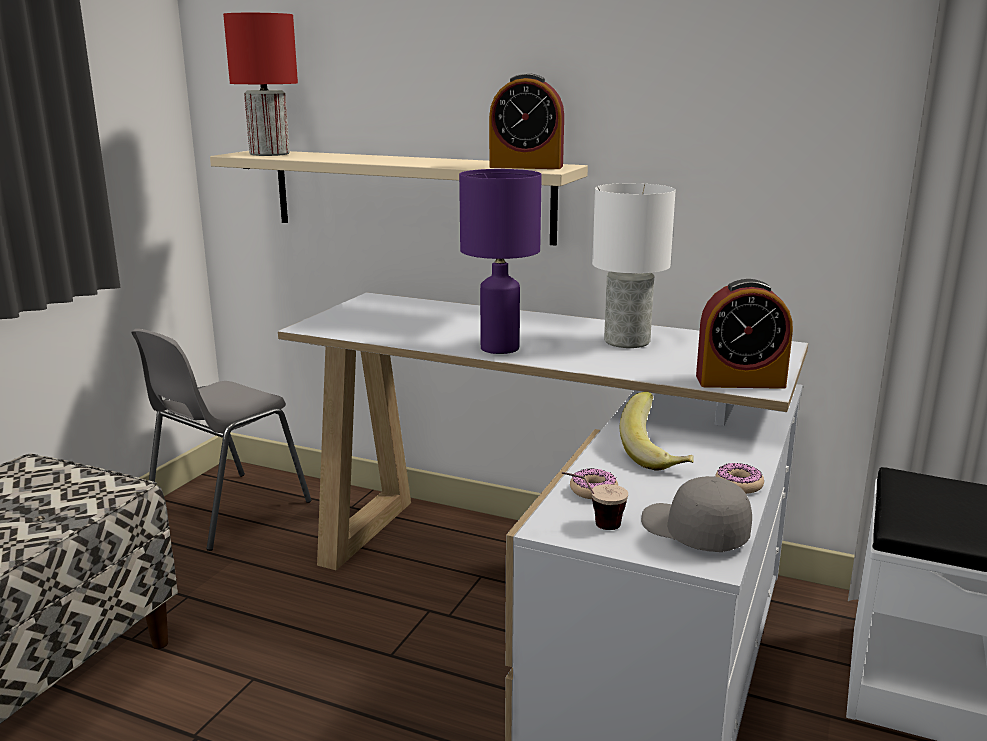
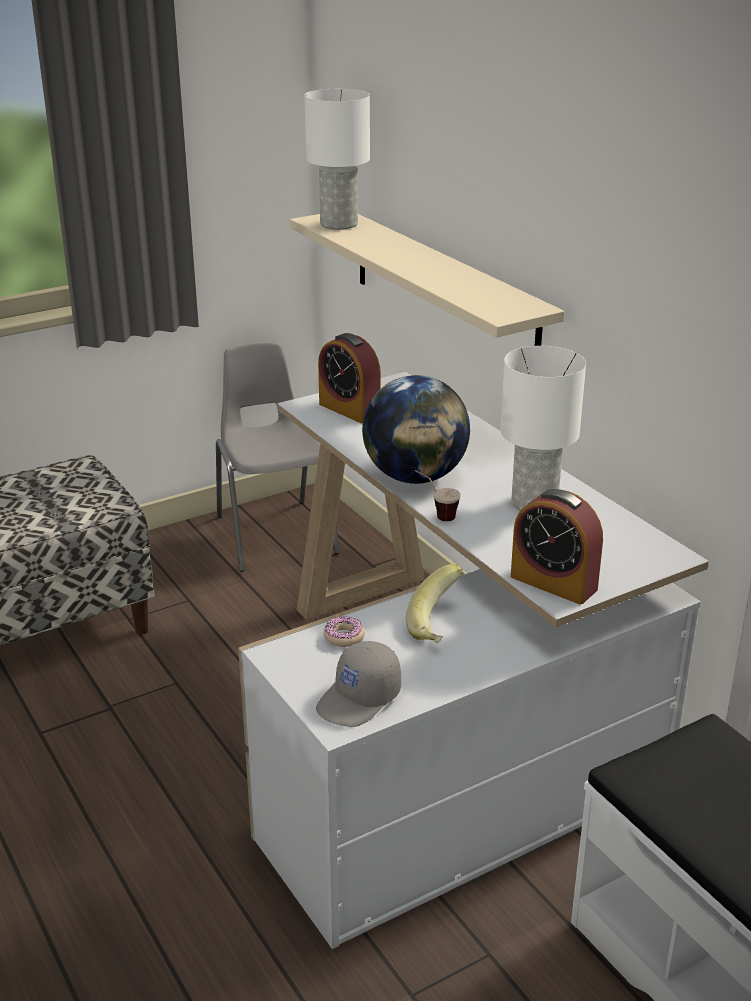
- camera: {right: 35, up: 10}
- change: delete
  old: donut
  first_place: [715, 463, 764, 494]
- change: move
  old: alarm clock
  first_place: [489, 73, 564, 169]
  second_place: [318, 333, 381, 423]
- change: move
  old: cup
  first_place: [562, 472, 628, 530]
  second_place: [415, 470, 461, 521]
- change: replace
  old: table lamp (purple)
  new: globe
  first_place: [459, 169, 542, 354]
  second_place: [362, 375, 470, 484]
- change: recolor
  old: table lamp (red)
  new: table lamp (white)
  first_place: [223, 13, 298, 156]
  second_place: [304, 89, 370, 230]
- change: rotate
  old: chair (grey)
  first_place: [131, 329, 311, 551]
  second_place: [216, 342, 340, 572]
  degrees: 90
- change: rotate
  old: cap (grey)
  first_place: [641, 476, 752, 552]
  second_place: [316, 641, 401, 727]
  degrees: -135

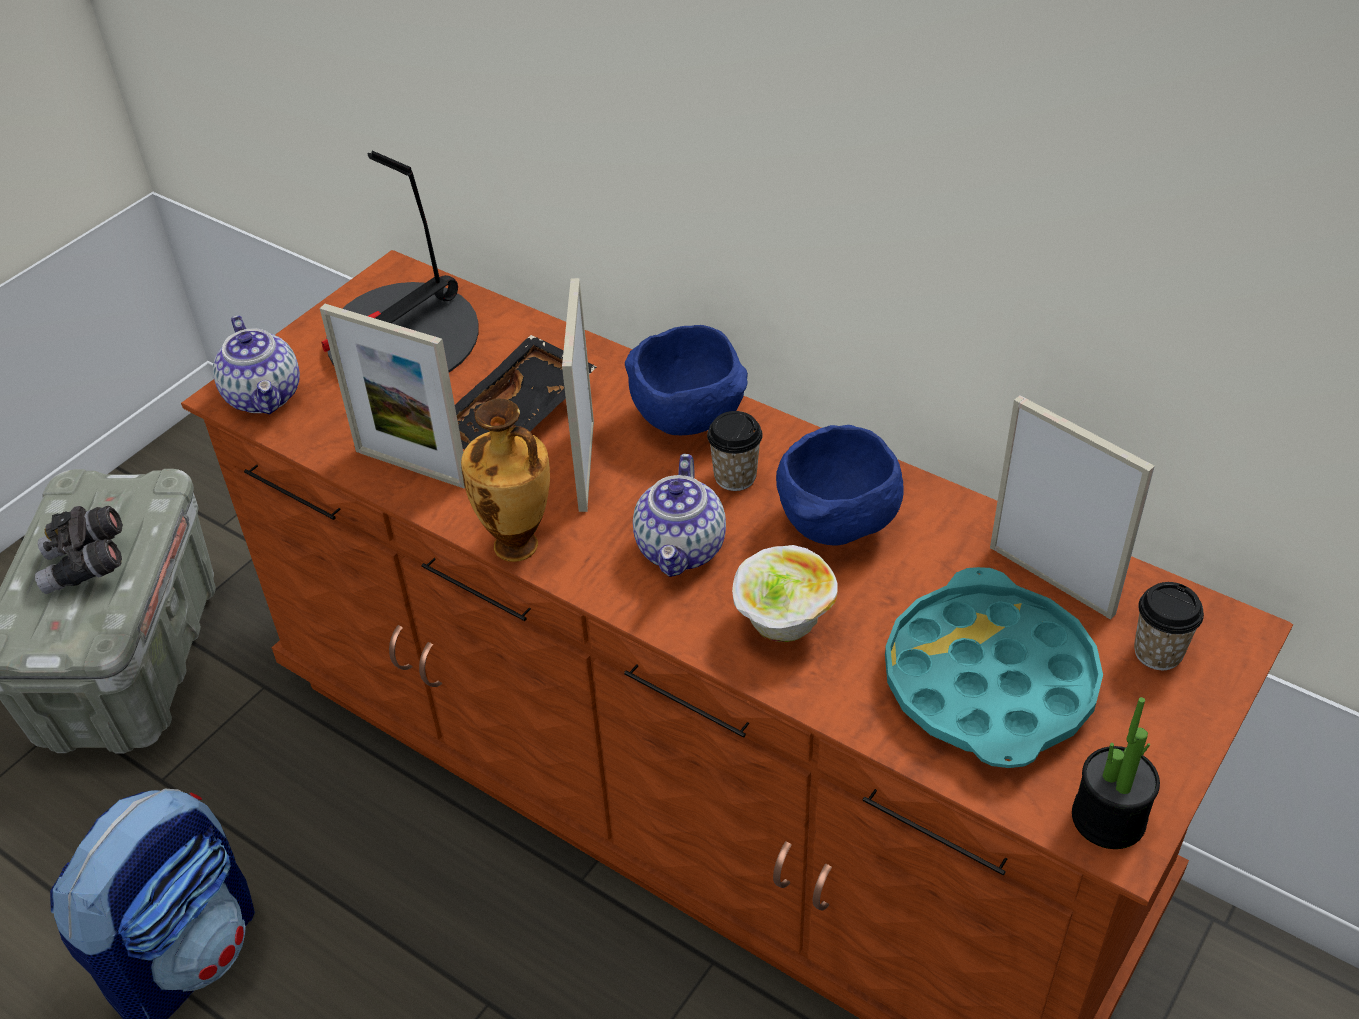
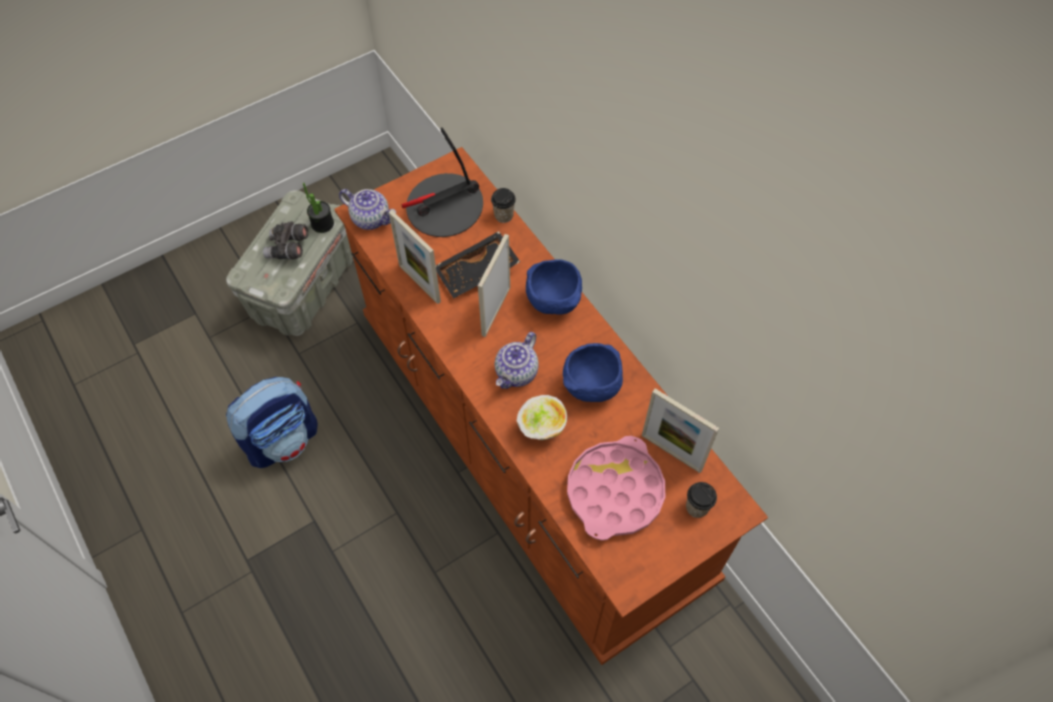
- camera: {right: 20, up: 15}
- change: delete
  old: vase
  first_place: [461, 399, 550, 562]
- change: move
  old: cup
  first_place: [707, 411, 763, 491]
  second_place: [491, 188, 516, 223]
- change: move
  old: potted plant
  first_place: [1072, 697, 1160, 849]
  second_place: [303, 183, 334, 233]
- change: recolor
  old: tray (turquoise)
  new: tray (pink)
  first_place: [885, 567, 1103, 768]
  second_place: [567, 436, 665, 540]
- change: rotate
  old: teapot
  first_place: [213, 315, 300, 414]
  second_place: [339, 189, 396, 230]
  degrees: -60
- change: rotate
  old: picture frame
  first_place: [990, 395, 1155, 620]
  second_place: [642, 389, 719, 473]
  degrees: 150

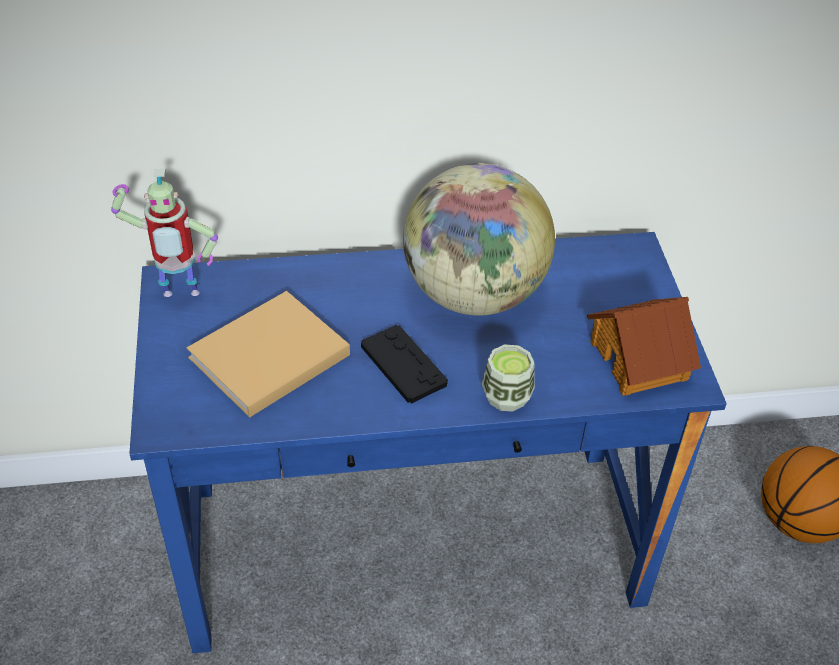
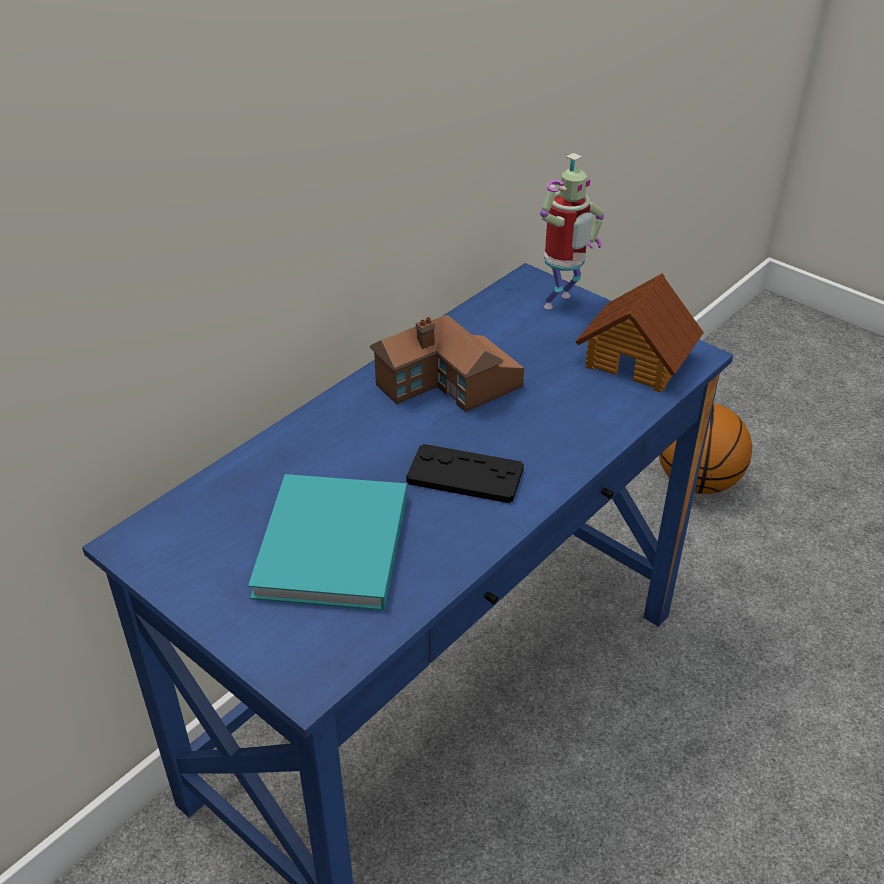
- camera: {right: -40, up: -5}
- change: delete
  old: cup
  first_place: [482, 344, 535, 412]
- change: move
  old: toy robot
  first_place: [111, 169, 218, 297]
  second_place: [540, 153, 604, 309]
- change: replace
  old: globe
  new: toy house
  first_place: [403, 163, 555, 316]
  second_place: [370, 315, 524, 412]
- change: recolor
  old: book (beige)
  new: book (turquoise)
  first_place: [187, 291, 350, 417]
  second_place: [248, 474, 407, 611]

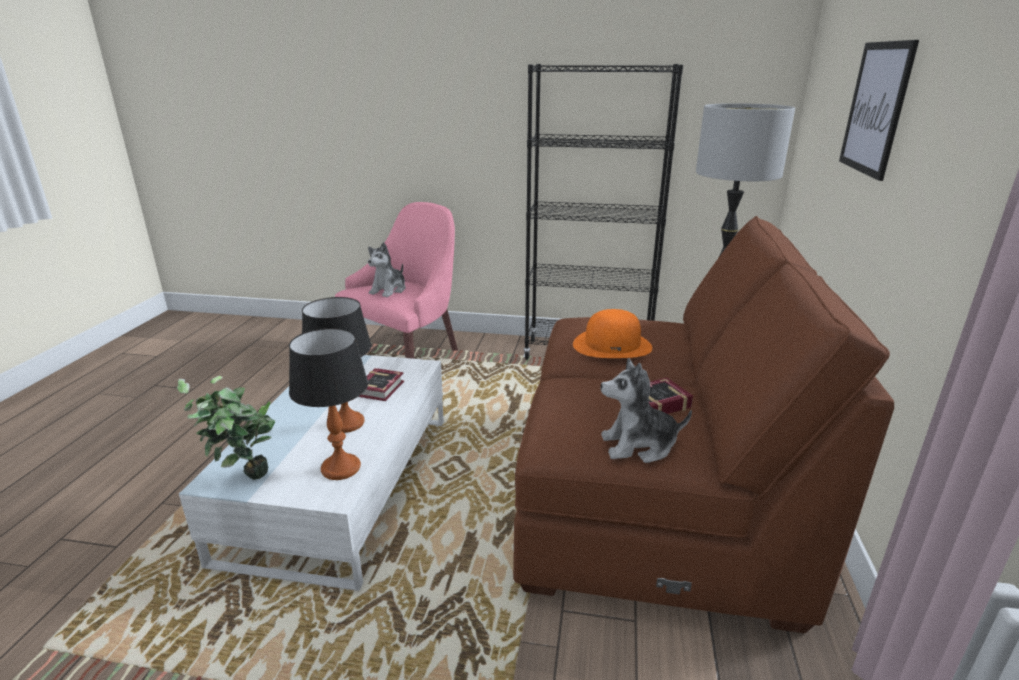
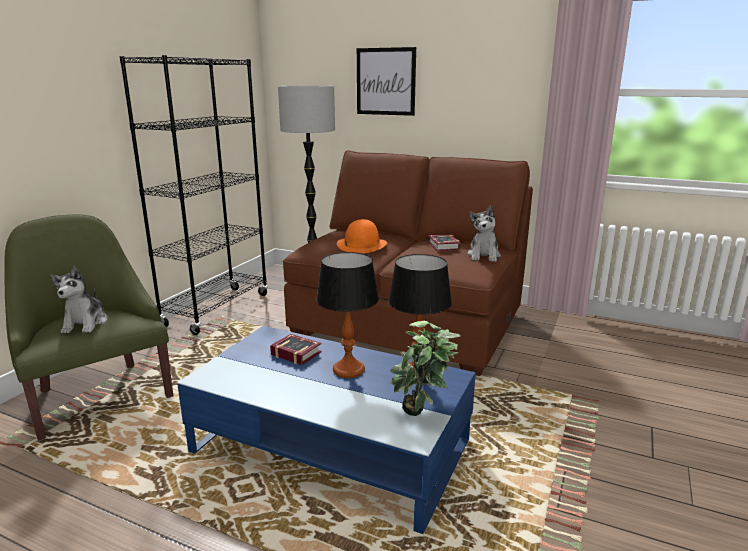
- camera: {right: -75, up: -5}
- change: recolor
  old: coffee table (white)
  new: coffee table (blue)
  first_place: [179, 355, 444, 591]
  second_place: [177, 326, 476, 534]
- change: recolor
  old: armchair (pink)
  new: armchair (green)
  first_place: [335, 202, 458, 359]
  second_place: [4, 215, 173, 441]
- change: rotate
  old: plush toy
  first_place: [368, 242, 406, 297]
  second_place: [50, 266, 107, 333]
  degrees: 45

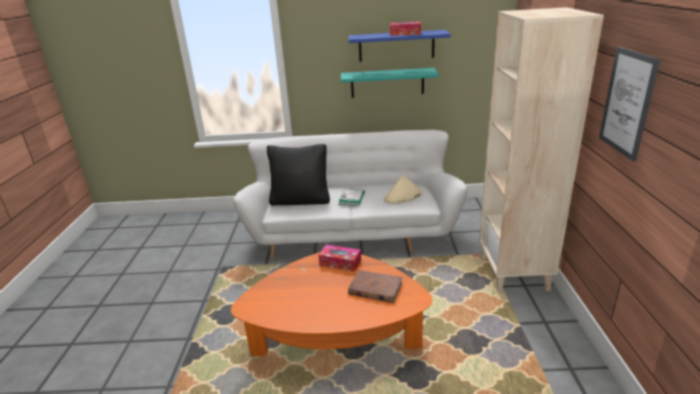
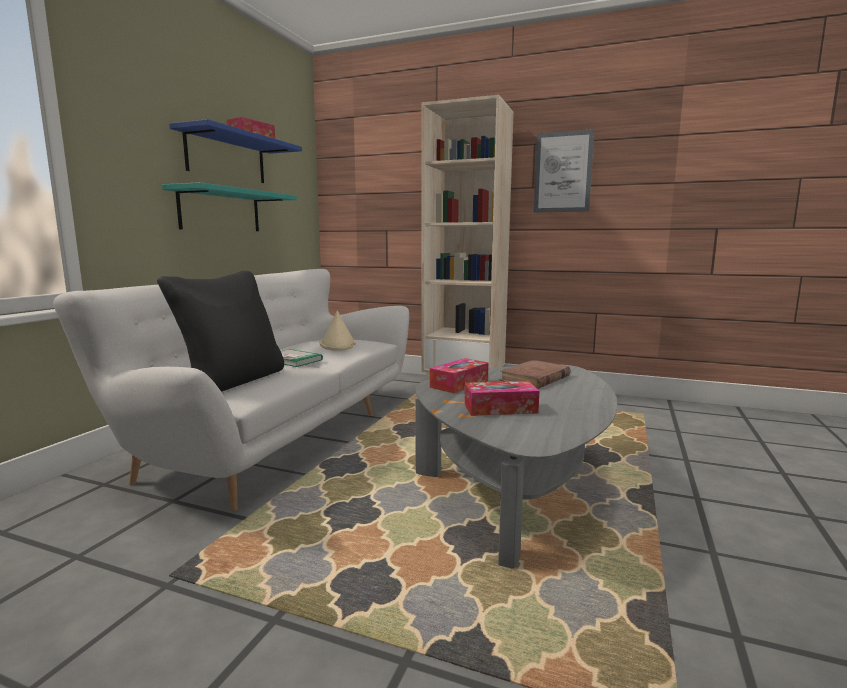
- camera: {right: -70, up: -15}
- change: insert
  new: tissue box
  second_place: [464, 381, 539, 416]
- change: recolor
  old: coffee table (orange)
  new: coffee table (grey)
  first_place: [231, 252, 432, 356]
  second_place: [415, 365, 617, 569]

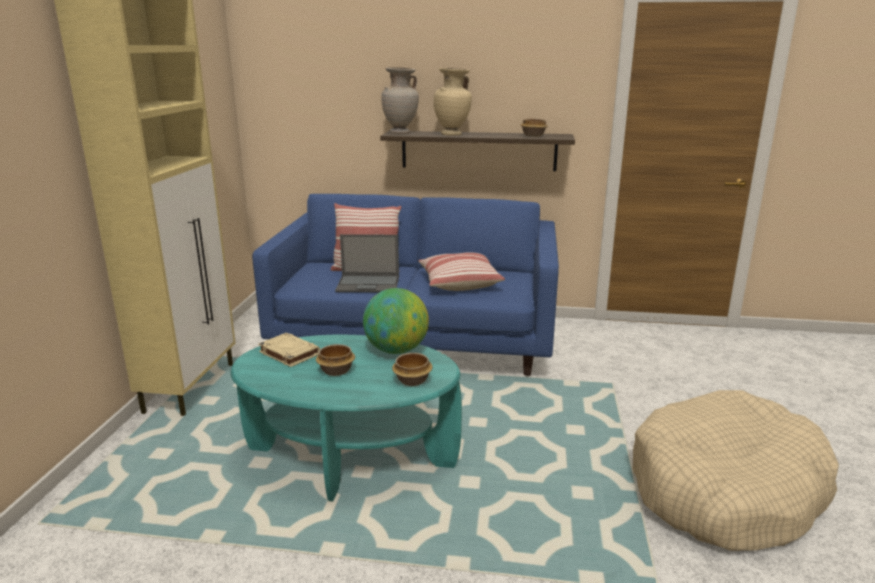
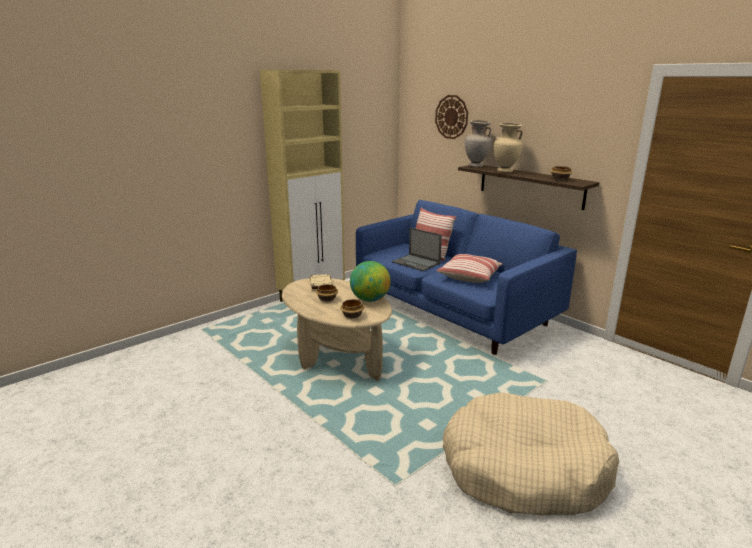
- camera: {right: 40, up: 0}
- change: insert
  new: wall clock
  second_place: [435, 95, 468, 139]
- change: recolor
  old: coffee table (turquoise)
  new: coffee table (beige)
  first_place: [230, 335, 462, 501]
  second_place: [282, 278, 392, 381]

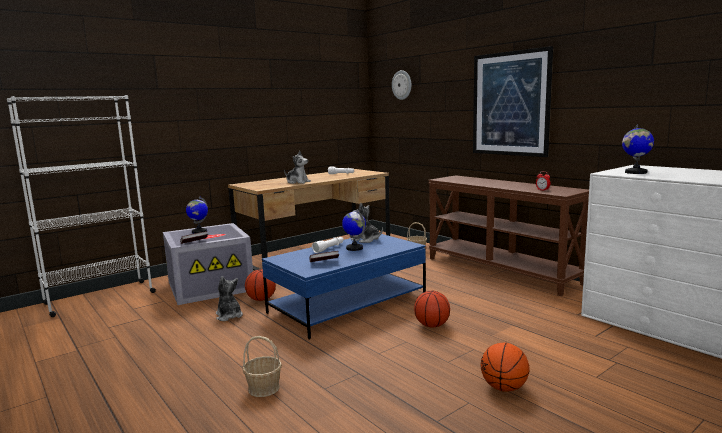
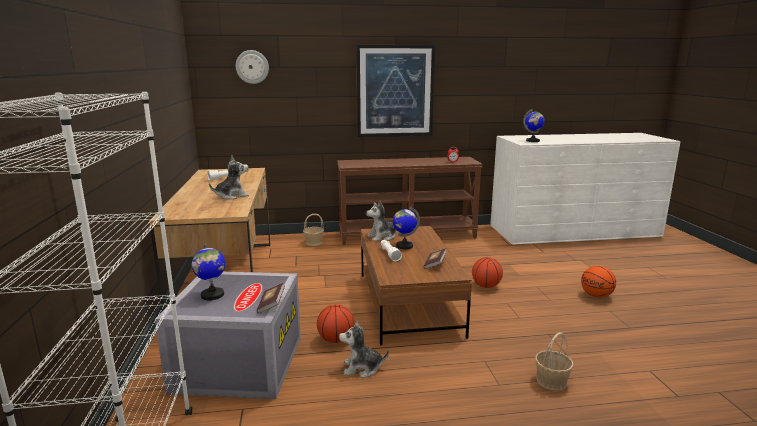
- camera: {right: -60, up: 5}
- change: recolor
  old: coffee table (blue)
  new: coffee table (brown)
  first_place: [262, 234, 426, 339]
  second_place: [361, 226, 472, 346]

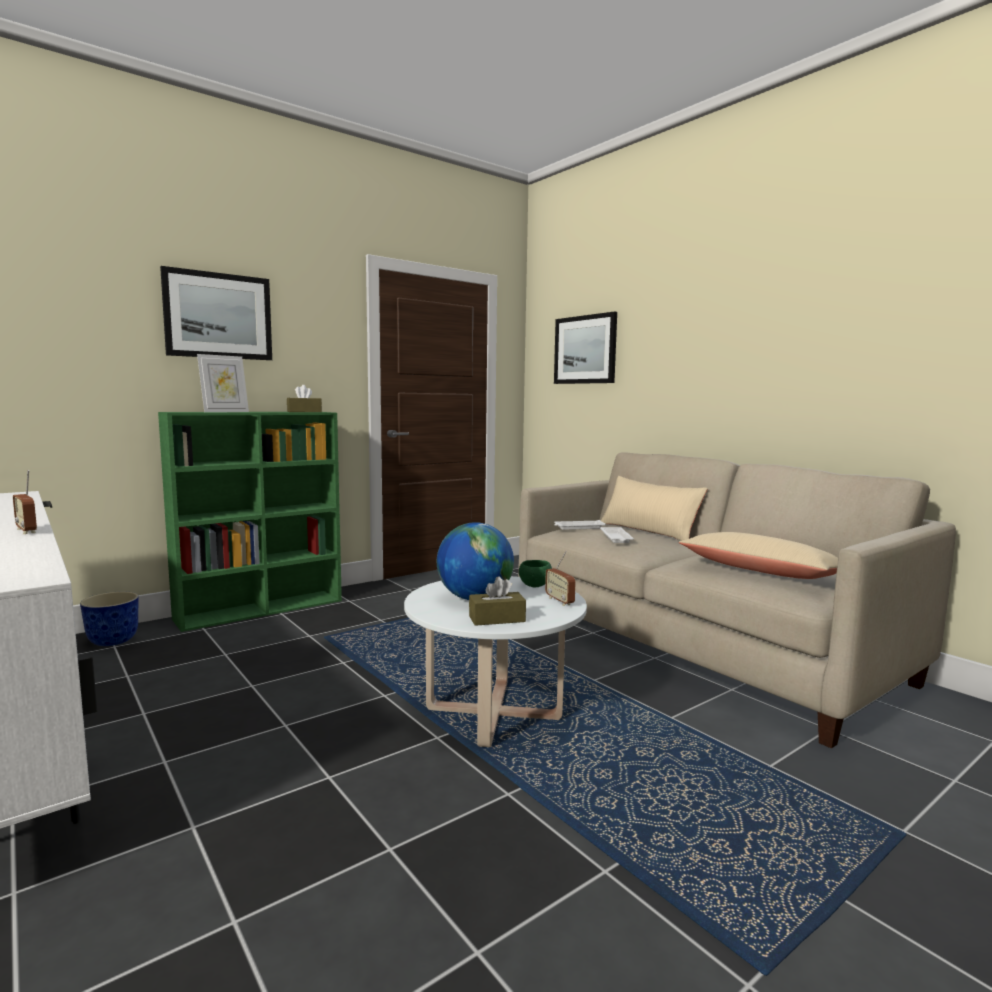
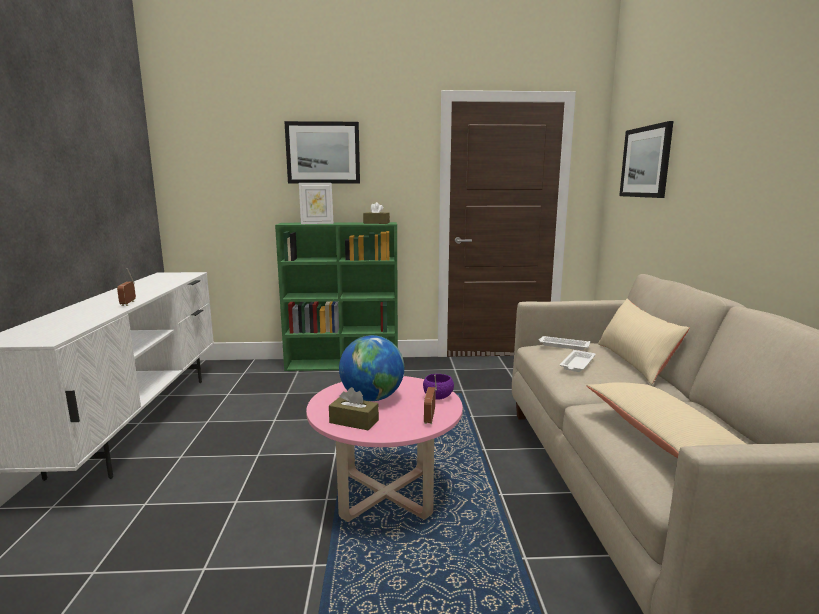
- camera: {right: 35, up: 5}
- change: delete
  old: planter
  first_place: [80, 592, 138, 646]
- change: recolor
  old: coffee table (white)
  new: coffee table (pink)
  first_place: [404, 576, 587, 747]
  second_place: [306, 376, 463, 522]
- change: recolor
  old: bowl (green)
  new: bowl (purple)
  first_place: [519, 560, 552, 587]
  second_place: [423, 374, 454, 400]

